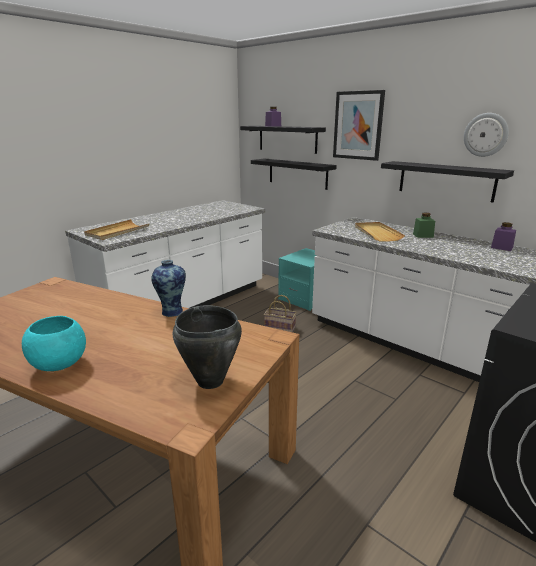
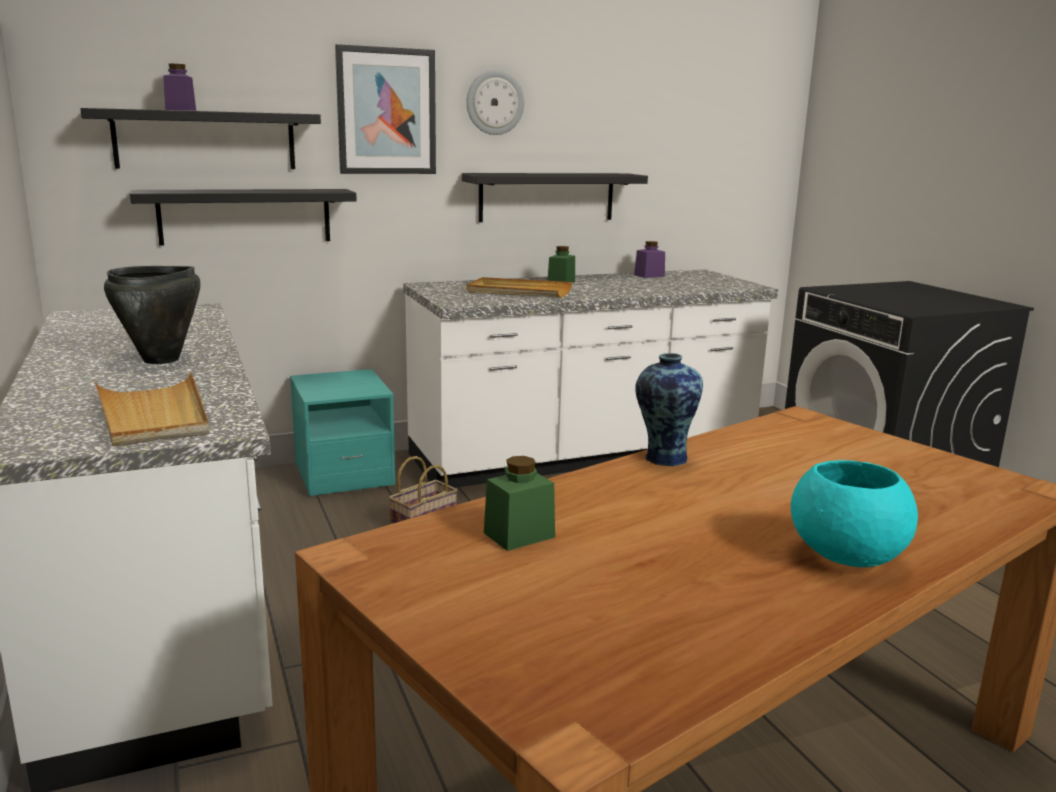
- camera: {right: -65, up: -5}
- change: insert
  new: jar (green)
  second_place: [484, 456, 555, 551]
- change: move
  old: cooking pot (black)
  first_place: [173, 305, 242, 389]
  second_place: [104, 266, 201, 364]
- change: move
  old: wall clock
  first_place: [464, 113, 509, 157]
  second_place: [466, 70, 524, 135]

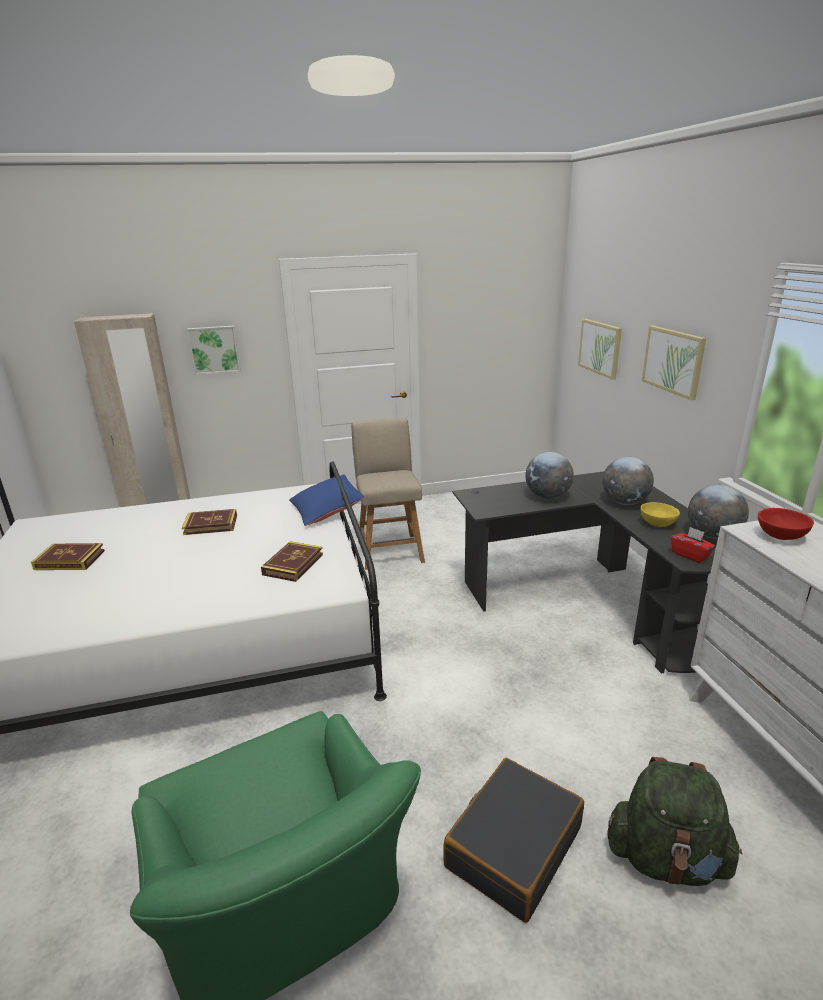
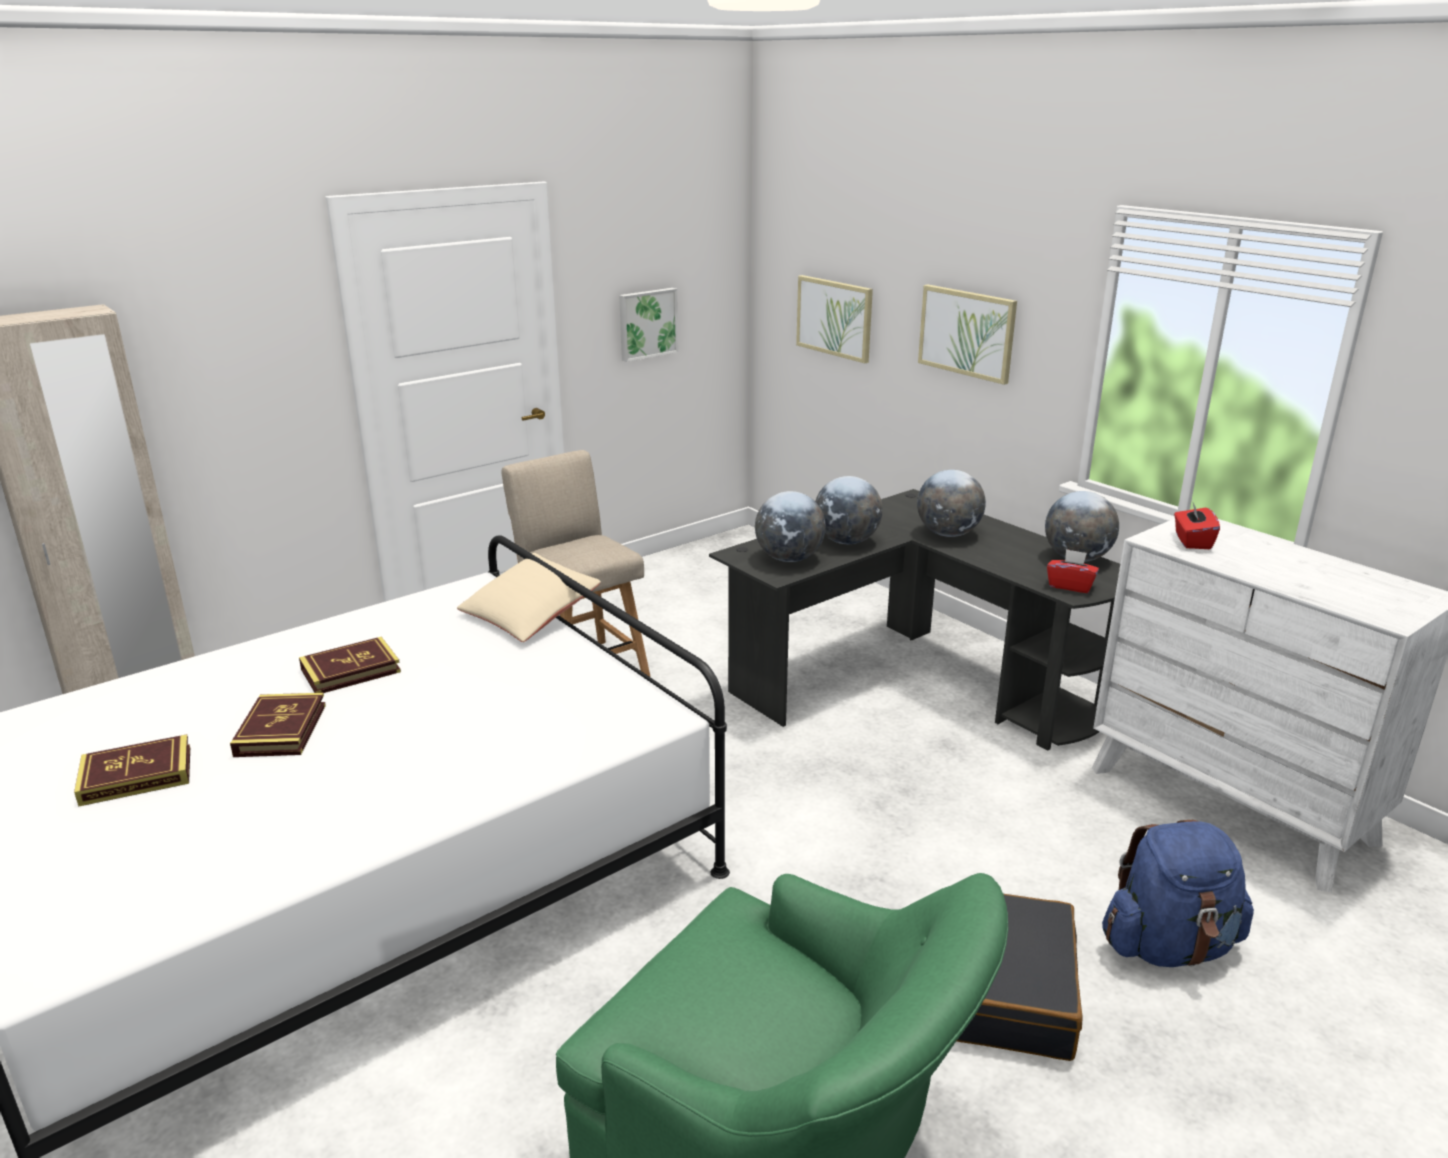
- camera: {right: -25, up: 0}
- change: delete
  old: bowl (yellow)
  first_place: [641, 502, 680, 527]
- change: insert
  new: globe
  second_place: [755, 491, 826, 562]
- change: move
  old: picture
  first_place: [187, 326, 241, 375]
  second_place: [619, 288, 678, 362]
- change: move
  old: book
  first_place: [261, 541, 323, 582]
  second_place: [230, 693, 326, 757]
- change: replace
  old: bowl (red)
  new: tissue box (red)
  first_place: [758, 508, 814, 540]
  second_place: [1174, 500, 1220, 549]
- change: recolor
  old: pillow (blue)
  new: pillow (beige)
  first_place: [289, 474, 365, 526]
  second_place: [457, 553, 601, 642]
- change: recolor
  old: backpack (green)
  new: backpack (blue)
  first_place: [608, 757, 742, 886]
  second_place: [1102, 820, 1254, 967]

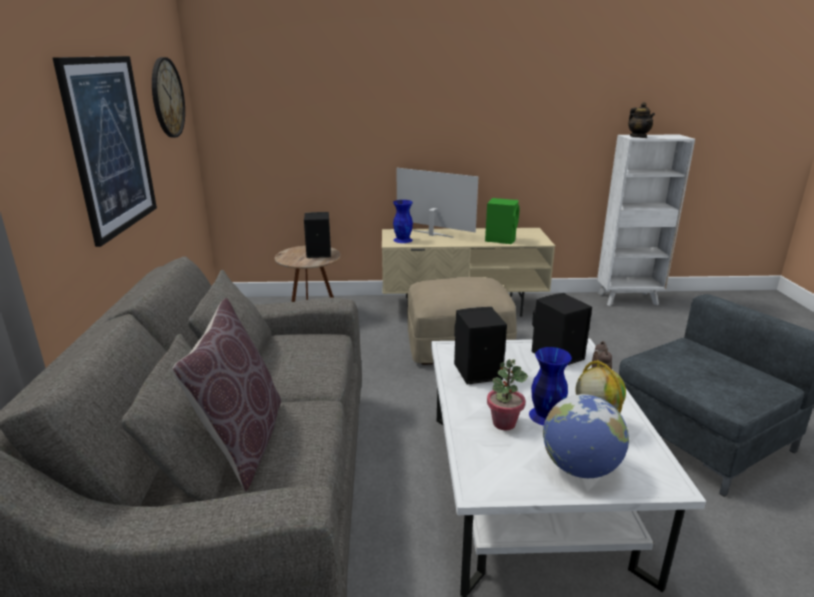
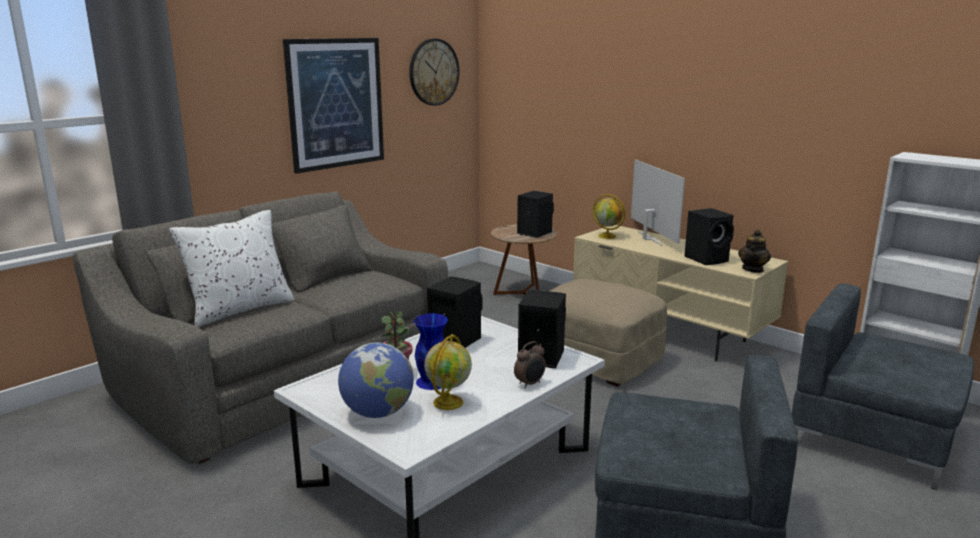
- camera: {right: 45, up: -5}
- change: insert
  new: armchair (grey)
  second_place: [792, 284, 974, 490]
- change: move
  old: teapot
  first_place: [628, 102, 655, 138]
  second_place: [738, 229, 771, 273]
- change: replace
  old: vase (blue)
  new: globe
  first_place: [393, 200, 413, 243]
  second_place: [593, 194, 625, 239]
- change: recolor
  old: pillow (brown)
  new: pillow (white)
  first_place: [172, 298, 281, 491]
  second_place: [169, 210, 294, 327]
- change: recolor
  old: speaker (green)
  new: speaker (black)
  first_place: [485, 198, 519, 244]
  second_place: [684, 208, 734, 265]

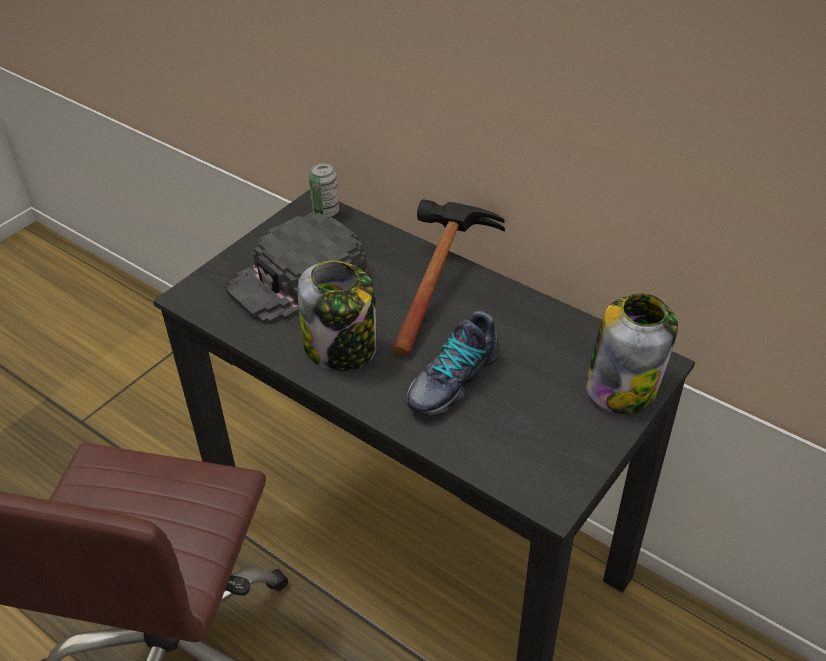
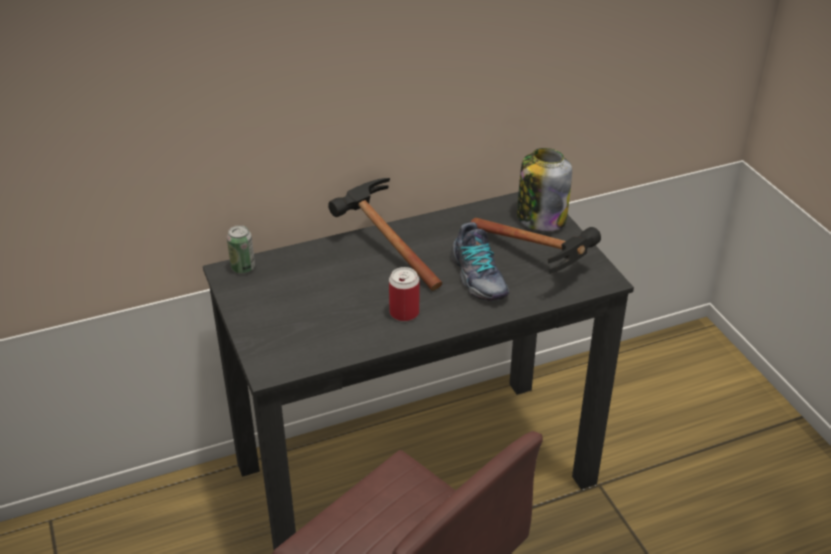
- camera: {right: -60, up: -5}
- change: delete
  old: cap (black)
  first_place: [226, 212, 367, 324]
- change: insert
  new: hammer
  second_place: [471, 218, 601, 274]
- change: replace
  old: jar
  new: can
  first_place: [297, 260, 376, 371]
  second_place: [389, 267, 419, 321]

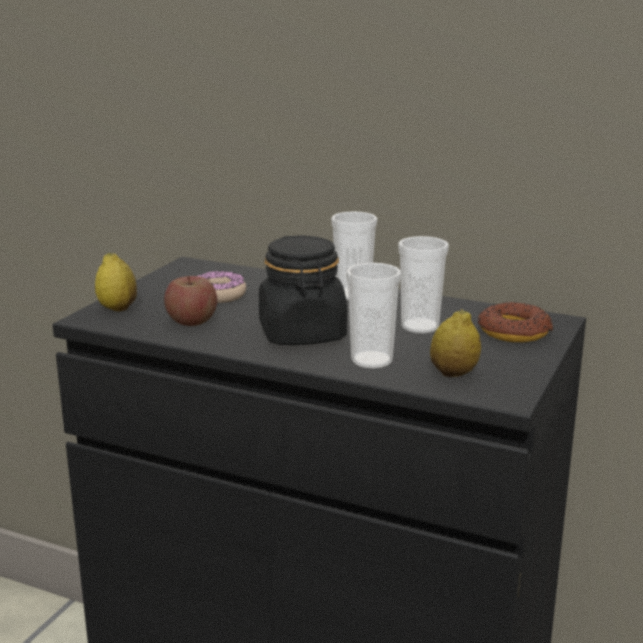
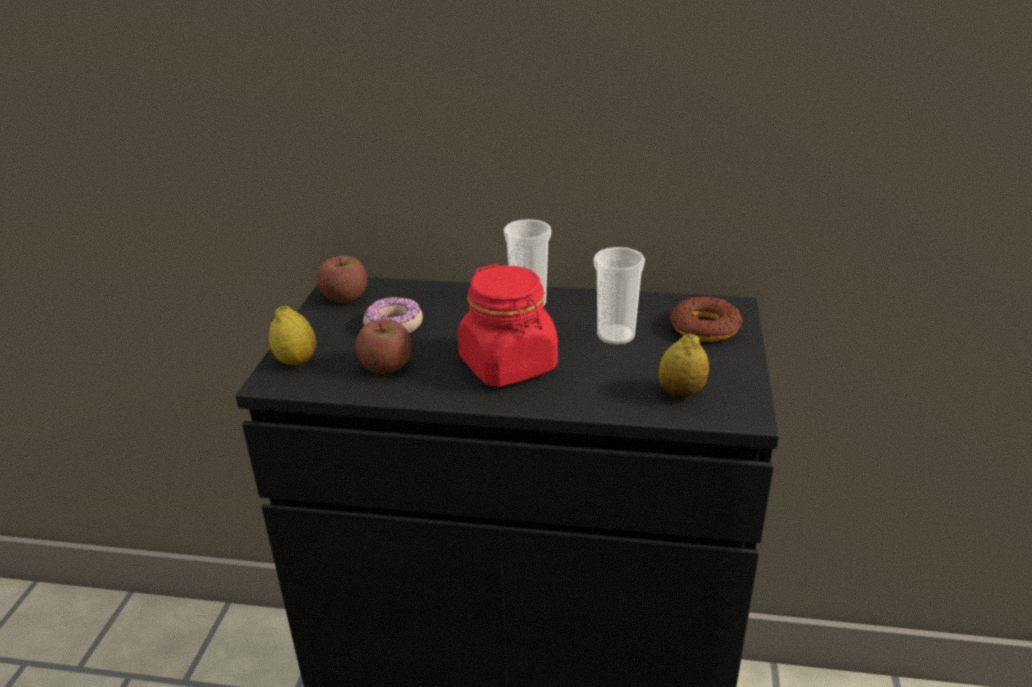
- camera: {right: -15, up: 10}
- change: delete
  old: cup
  first_place: [346, 263, 402, 369]
- change: insert
  new: apple
  second_place: [318, 256, 367, 303]
- change: recolor
  old: jar (black)
  new: jar (red)
  first_place: [259, 235, 347, 345]
  second_place: [458, 264, 558, 387]

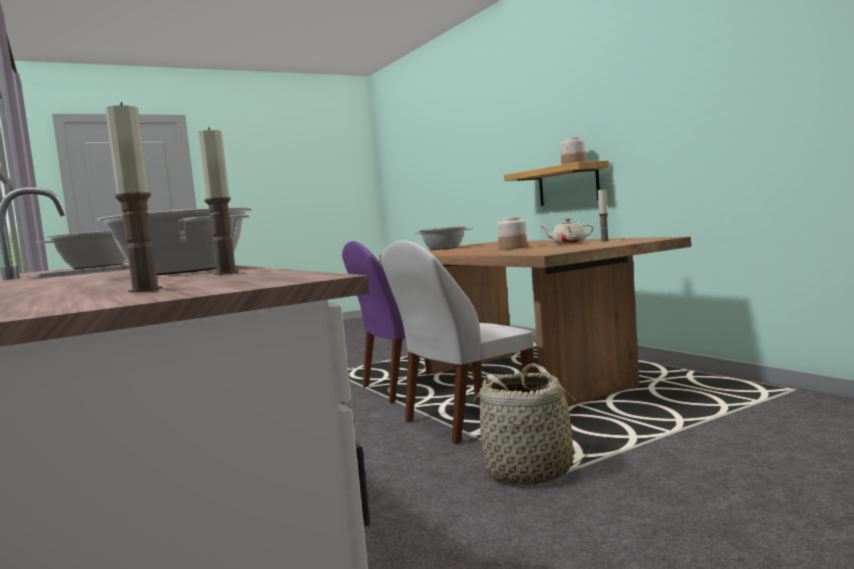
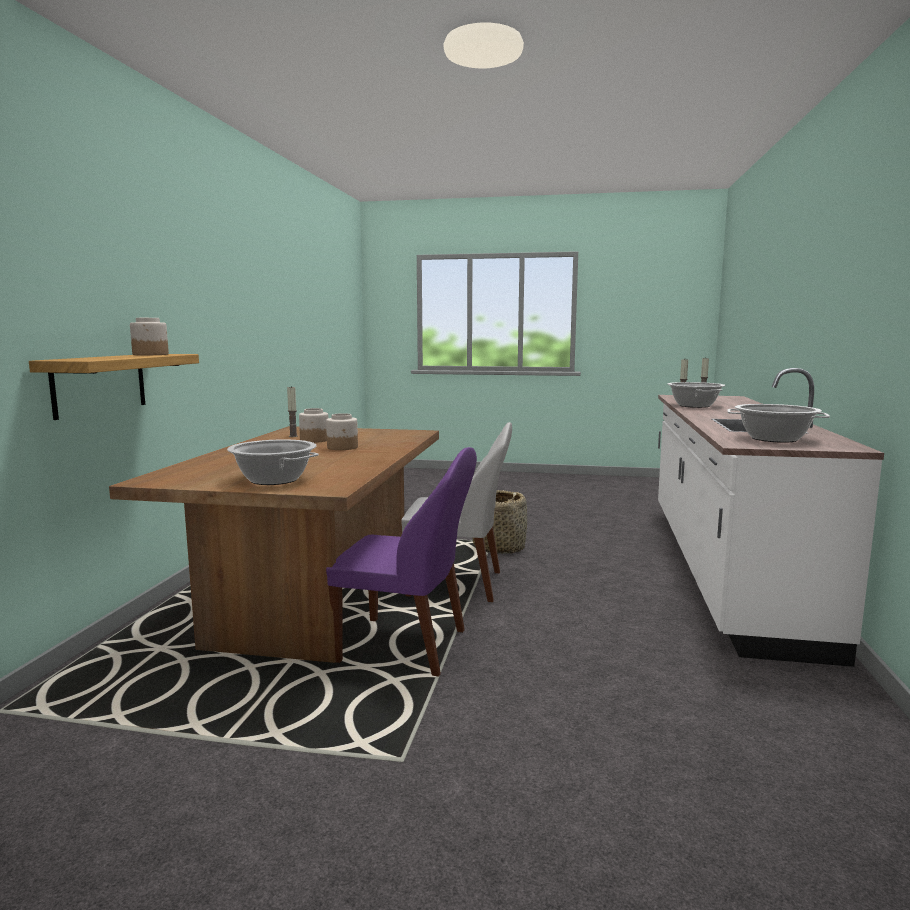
- camera: {right: -140, up: 5}
- change: replace
  old: teapot (beige)
  new: jar
  first_place: [540, 218, 594, 245]
  second_place: [299, 408, 328, 443]

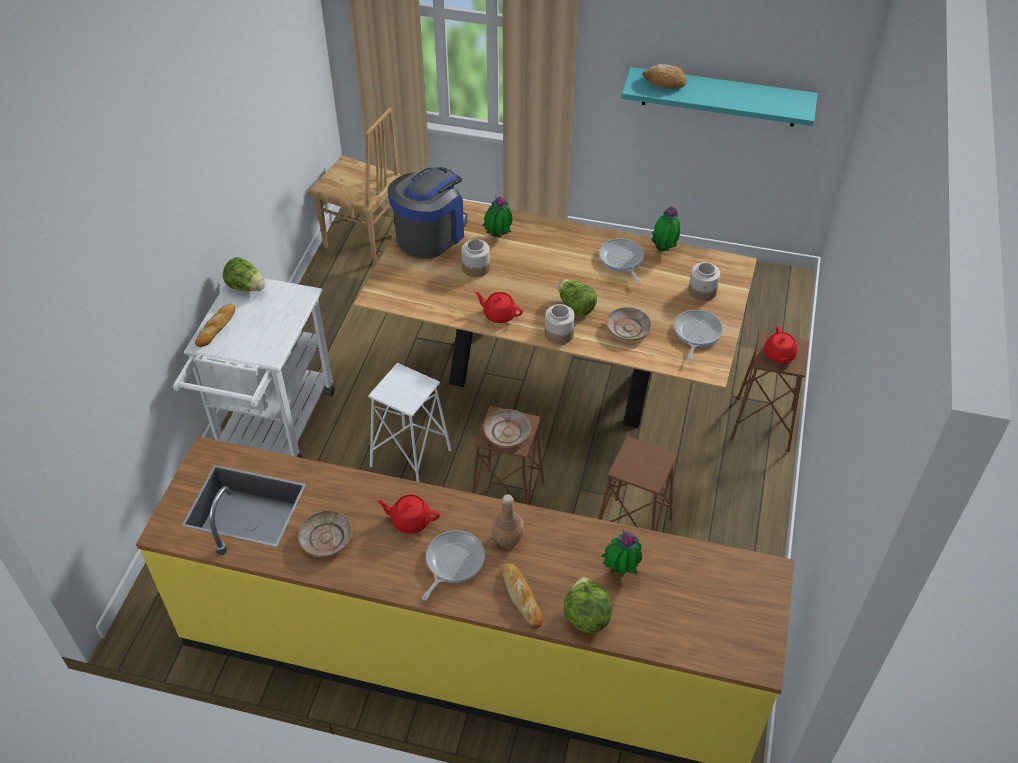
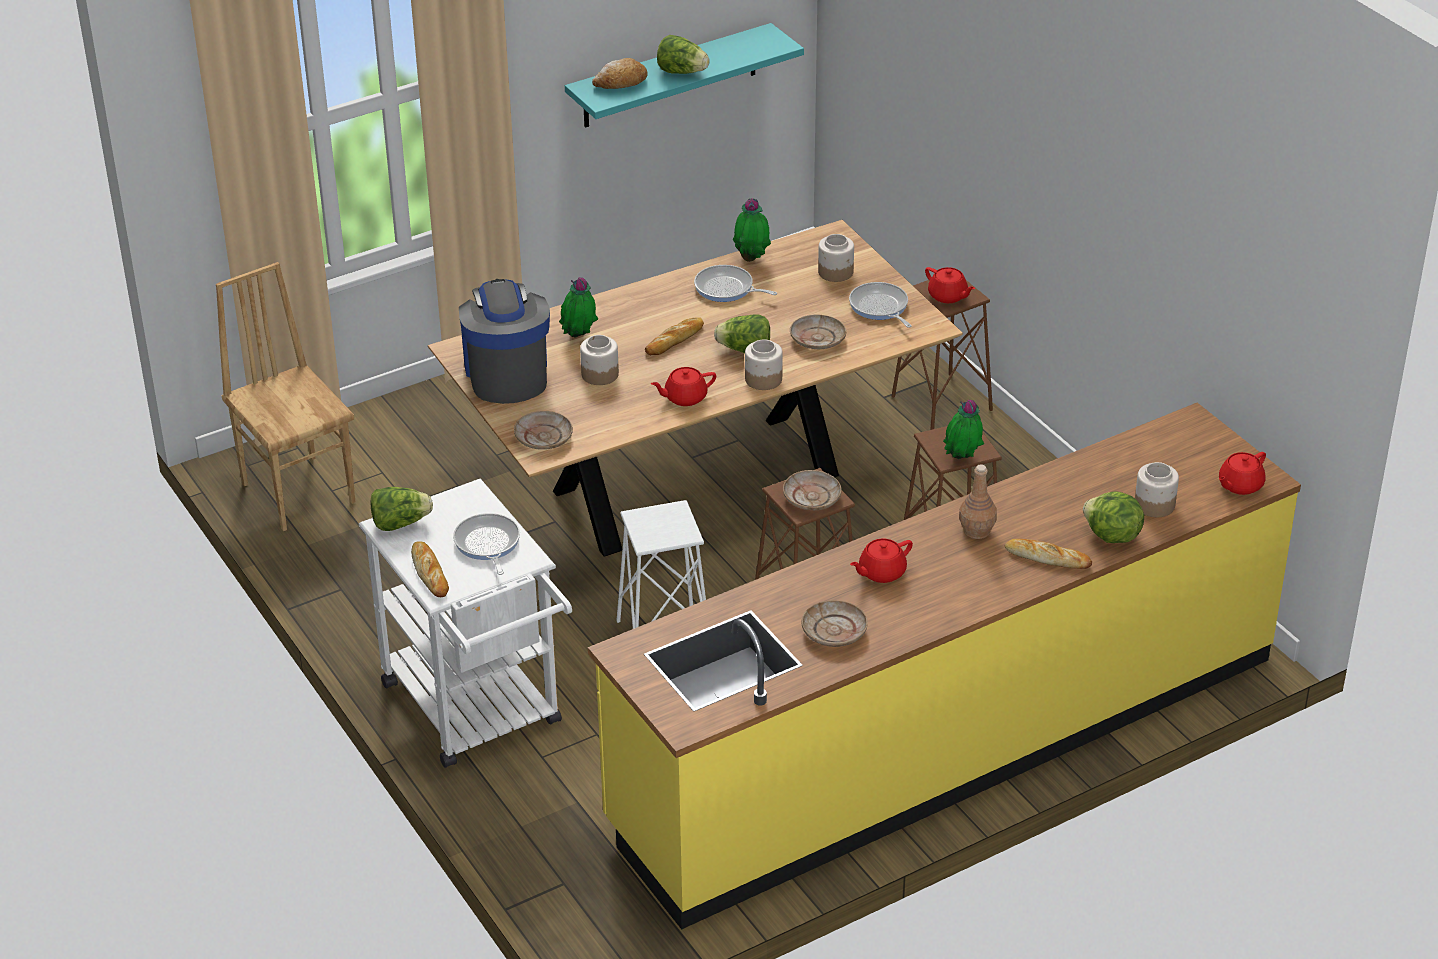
- camera: {right: -45, up: -10}
- change: insert
  new: plate (beige)
  second_place: [514, 411, 573, 450]
- change: insert
  new: bread
  second_place: [645, 317, 704, 355]
- change: insert
  new: lettuce
  second_place: [657, 35, 710, 74]
- change: insert
  new: jar
  second_place: [1135, 462, 1179, 517]
- change: insert
  new: teapot (red)
  second_place: [1219, 452, 1266, 495]
- change: move
  old: frying pan
  first_place: [422, 530, 485, 601]
  second_place: [453, 513, 520, 575]
- change: move
  old: potted plant
  first_place: [602, 530, 642, 577]
  second_place: [943, 400, 984, 459]
- change: rotate
  old: chair (brown)
  first_place: [308, 108, 401, 265]
  second_place: [216, 262, 356, 531]
  degrees: -105

